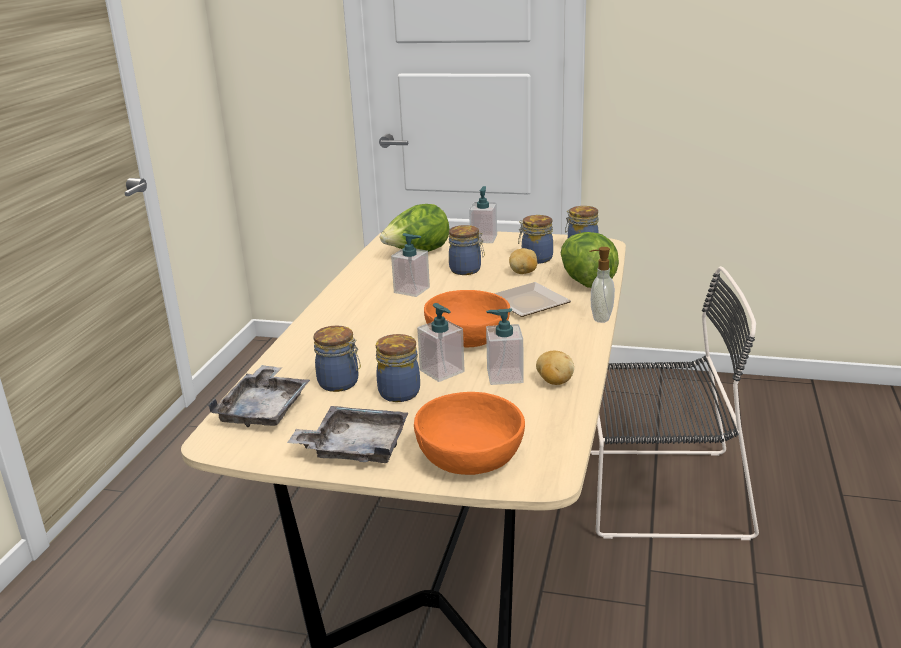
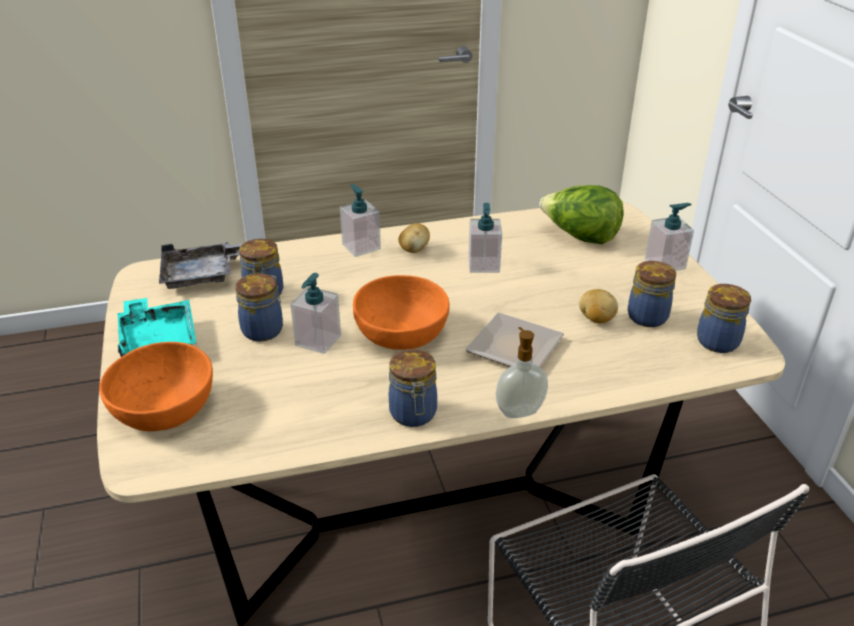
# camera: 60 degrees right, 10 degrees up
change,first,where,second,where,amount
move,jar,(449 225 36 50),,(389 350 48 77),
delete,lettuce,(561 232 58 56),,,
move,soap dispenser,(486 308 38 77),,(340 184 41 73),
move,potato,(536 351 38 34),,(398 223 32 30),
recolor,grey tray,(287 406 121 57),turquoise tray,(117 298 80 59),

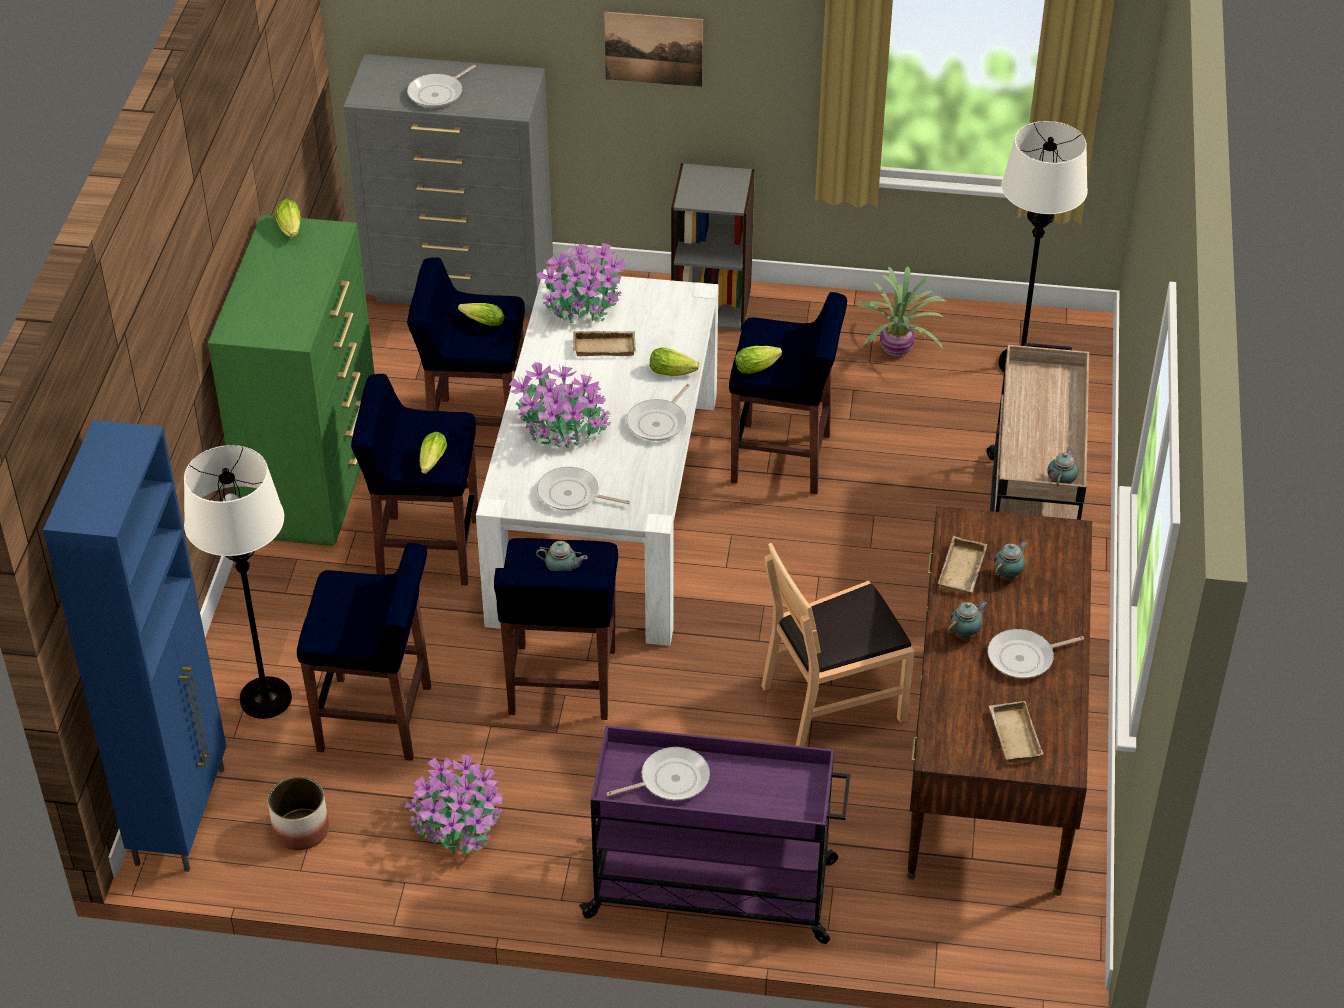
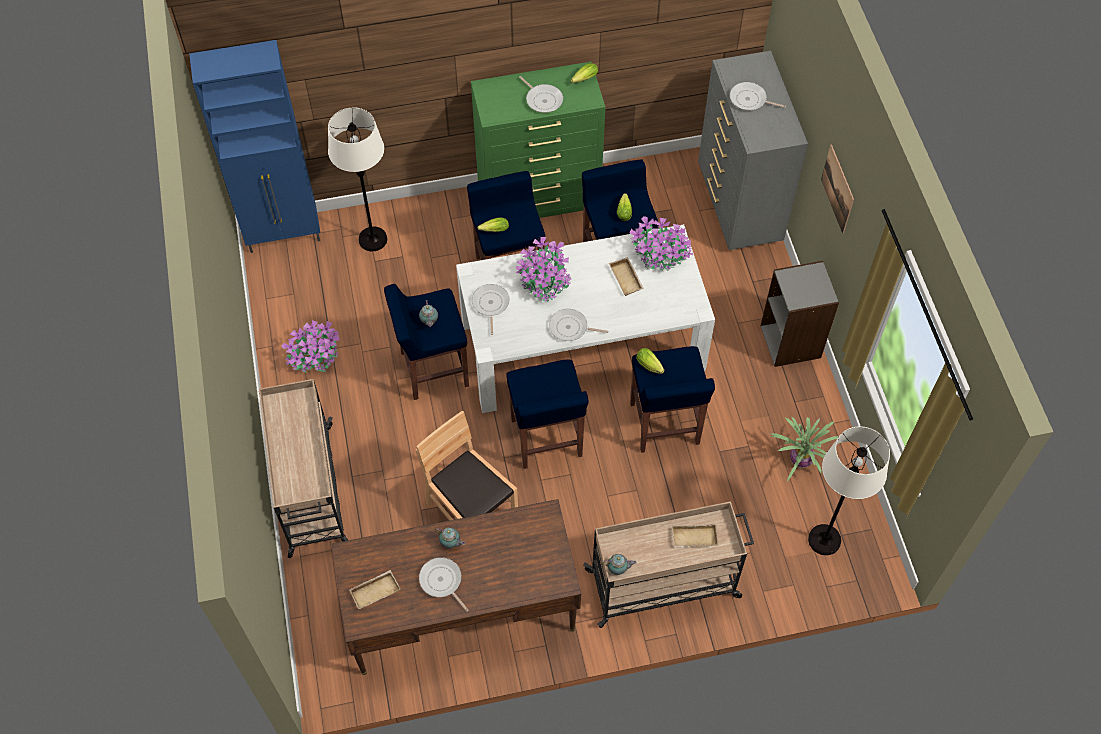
# camera: 70 degrees right, 15 degrees up
change,first,where,second,where,amount
delete,lettuce,(650 347 49 29),,,
move,beige tray,(937 536 50 57),,(672 524 46 24),
delete,teapot,(994 541 33 39),,,
move,blue stool,(297 543 134 218),,(507 359 81 110),
recolor,purple cart,(579 726 272 218),beige cart,(259 379 89 179),
move,frying pan,(607 747 103 53),,(519 76 44 37),
delete,planter,(268 776 61 74),,,

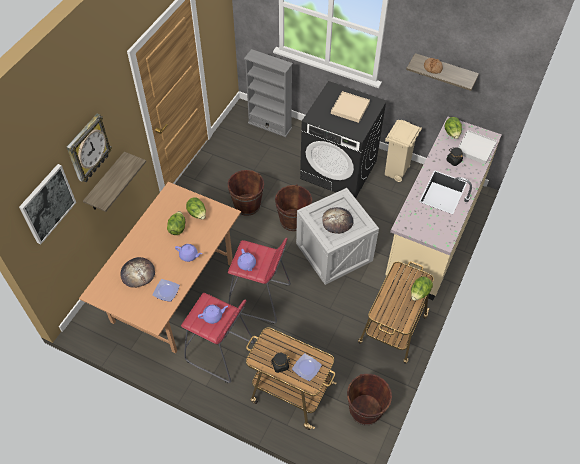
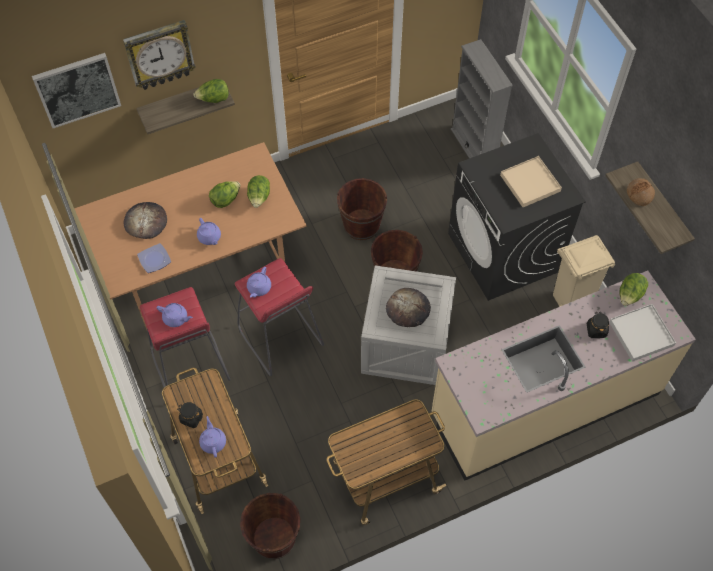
# camera: 40 degrees right, 5 degrees up
change,first,where,second,where,amount
move,lettuce,(411 277 22 24),,(193 79 36 24),
replace,plate,(292 353 30 28),purple teapot,(199 416 27 42),

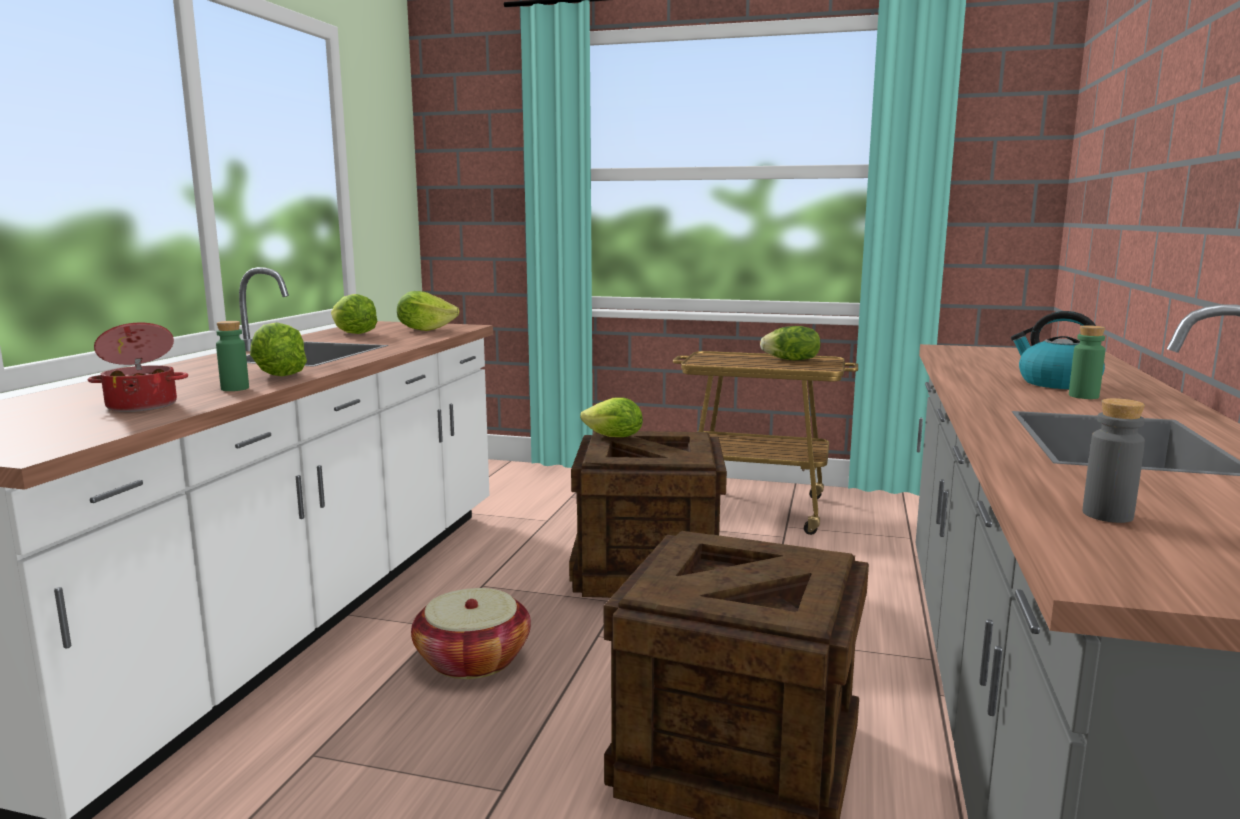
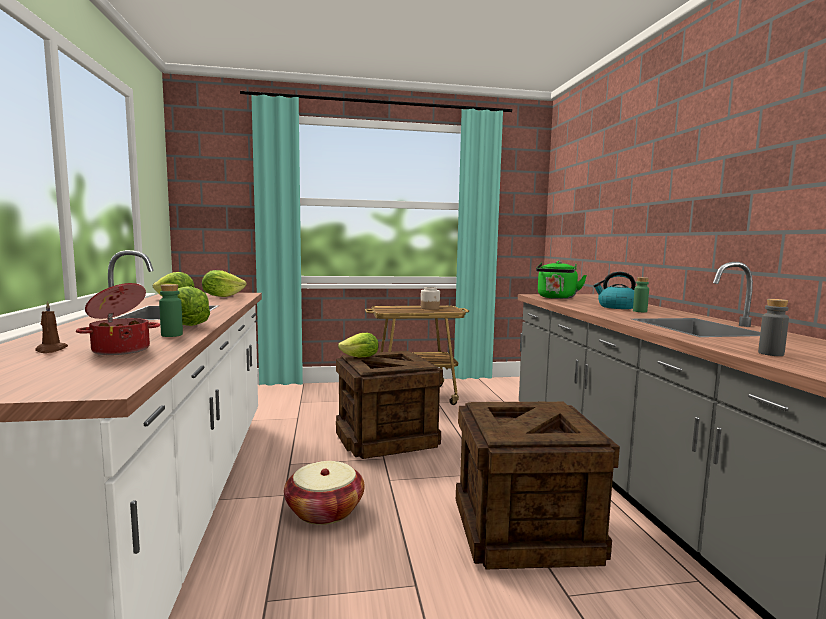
# camera: 25 degrees left, 5 degrees down
change,first,where,second,where,amount
replace,lettuce,(760 326 60 34),jar,(421 287 19 23),
insert,,,green kettle,(536 261 51 38),
insert,,,brown candle,(35 301 33 52),

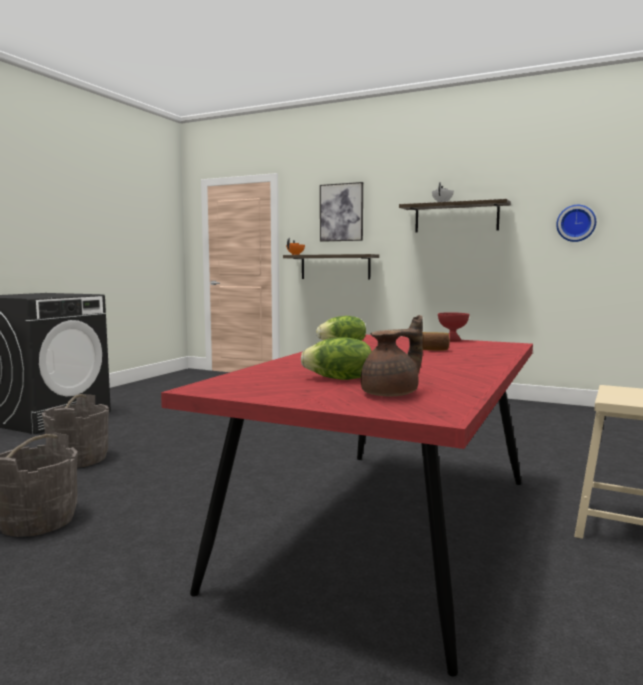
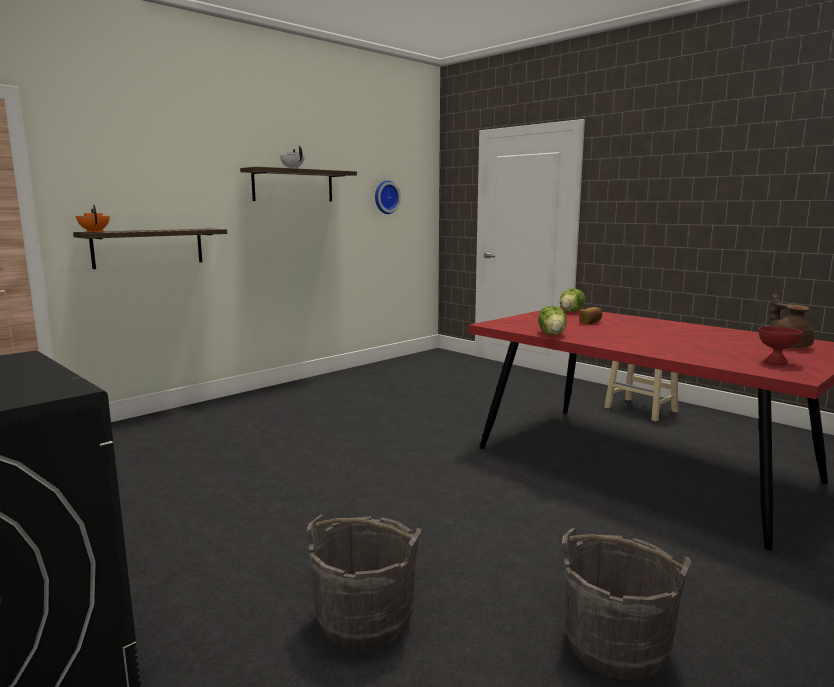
# camera: 70 degrees left, 5 degrees up
change,first,where,second,where,amount
delete,picture,(320 182 43 60),,,
move,red bowl,(438 312 31 29),,(759 326 44 39),
move,lettuce,(301 337 71 43),,(560 288 25 24),

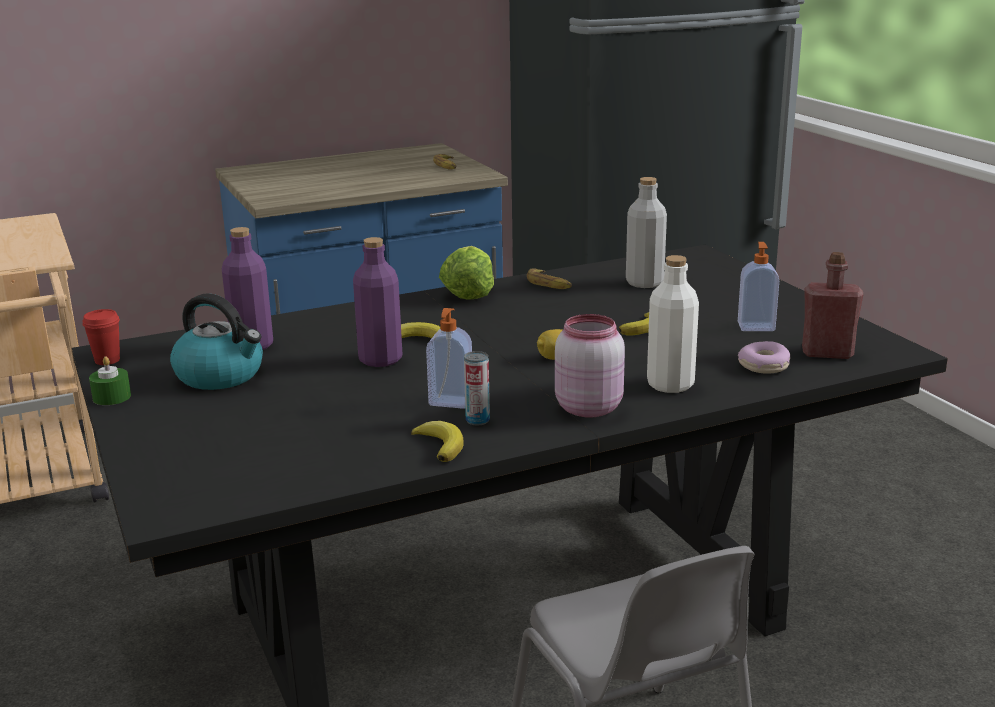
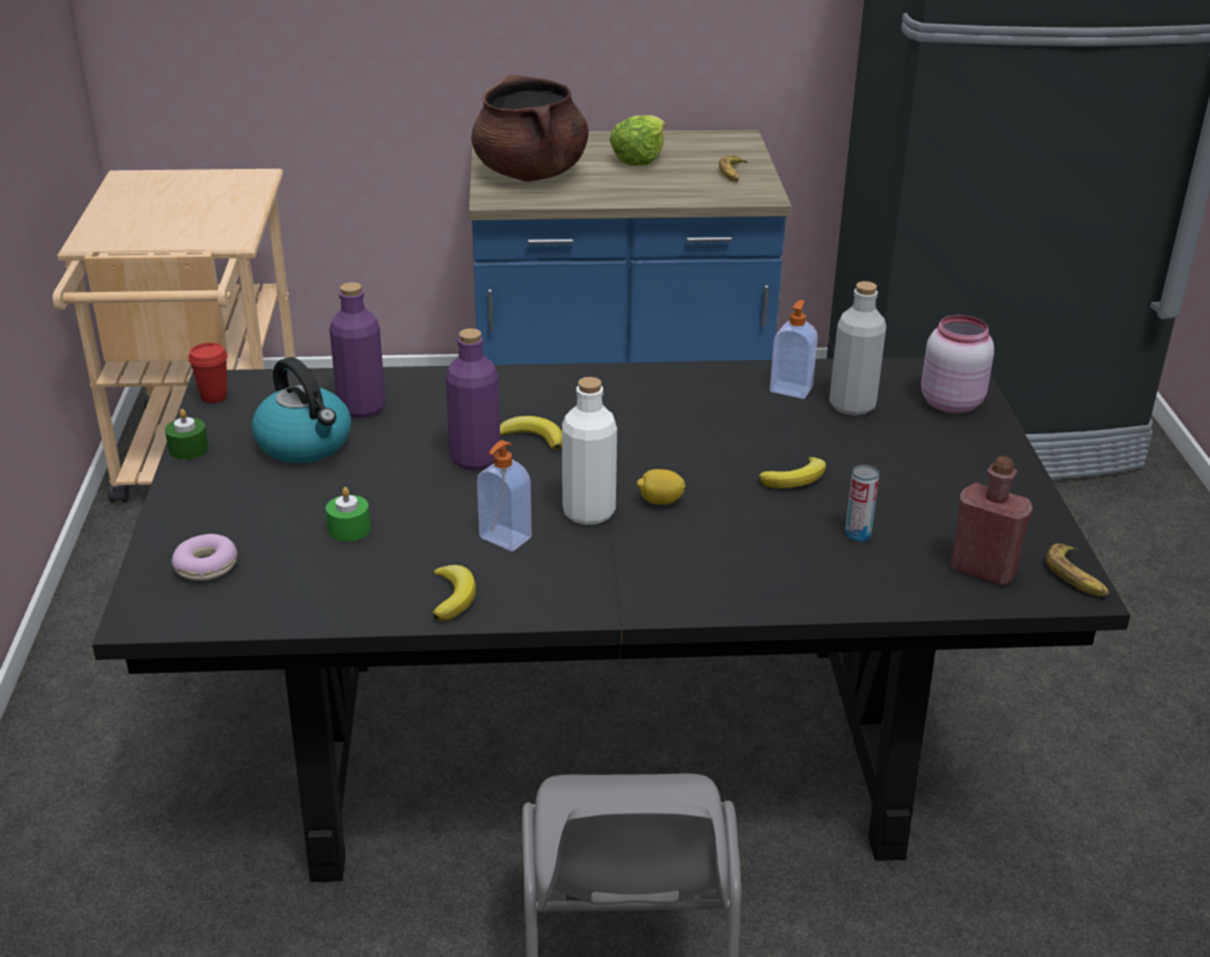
# camera: 20 degrees right, 10 degrees up
change,first,where,second,where,amount
move,soap dispenser,(738 242 41 89),,(770 300 48 99),
move,lettuce,(439 246 55 54),,(609 115 56 51),
move,white bottle,(647 255 52 138),,(562 377 55 148),
move,banana,(527 268 45 21),,(1046 544 63 53),
move,pink jar,(555 314 70 104),,(921 315 73 98),
move,donut,(738 341 52 33),,(172 534 65 47),
move,can,(464 351 26 74),,(845 465 34 77),
insert,,,brown cooking pot,(472 75 117 107),
insert,,,green candle,(326 487 45 55),

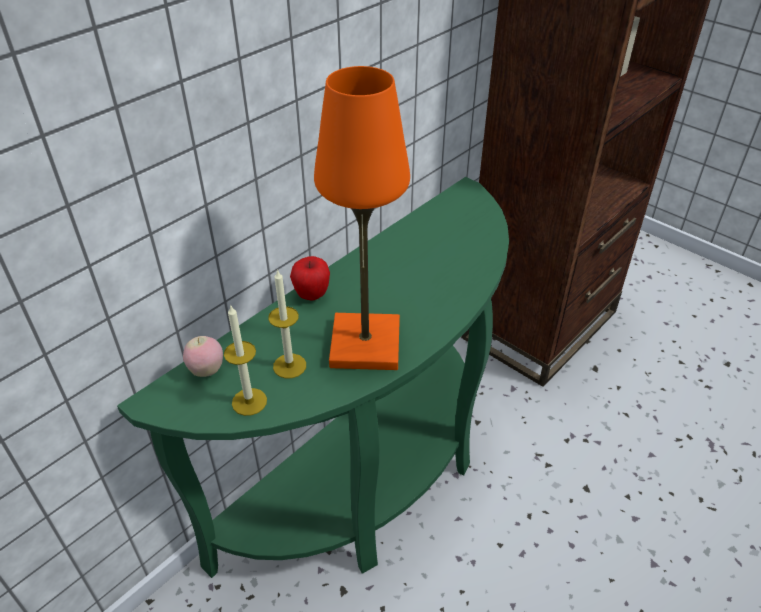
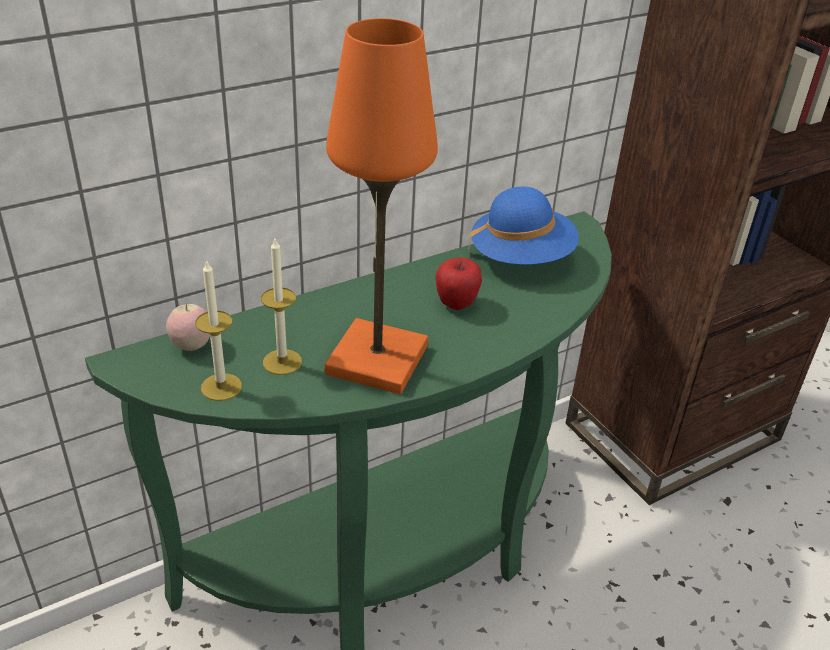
# camera: 15 degrees right, 5 degrees down
change,first,where,second,where,amount
move,apple,(290 256 40 45),,(435 258 47 52),
insert,,,blue hat,(468 186 111 79),

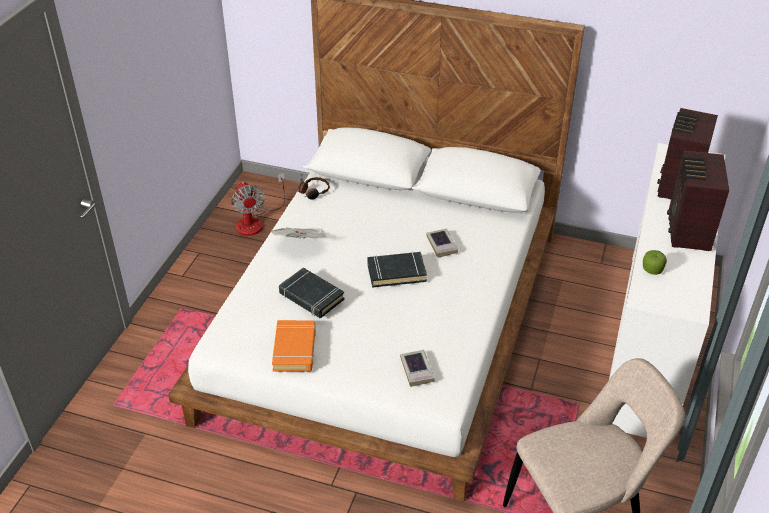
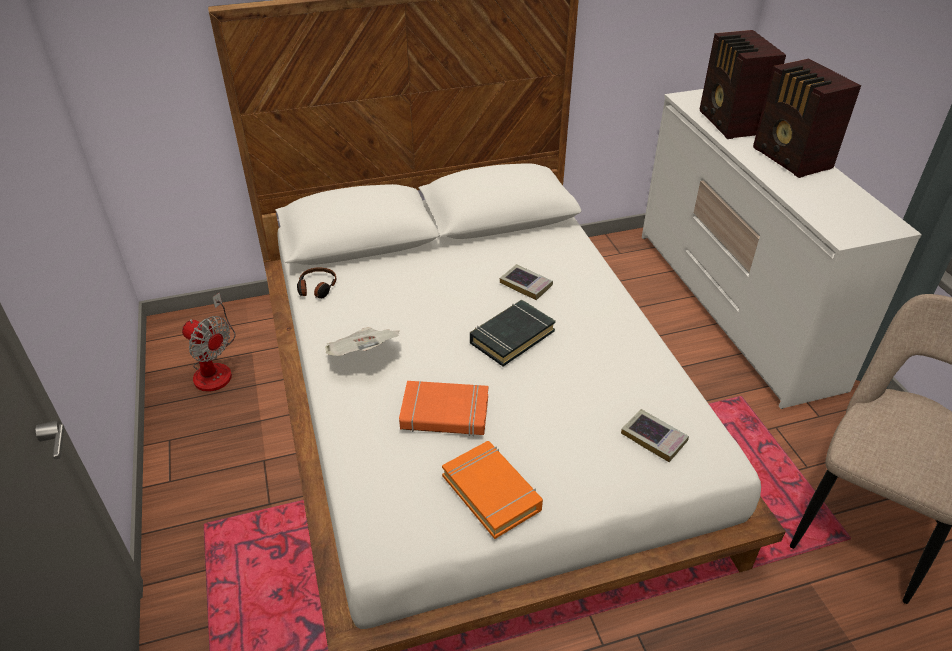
# camera: 35 degrees left, 0 degrees up
change,first,where,second,where,amount
delete,apple,(643 250 24 25),,,
recolor,black book,(279 268 66 50),orange book,(399 381 89 55),

